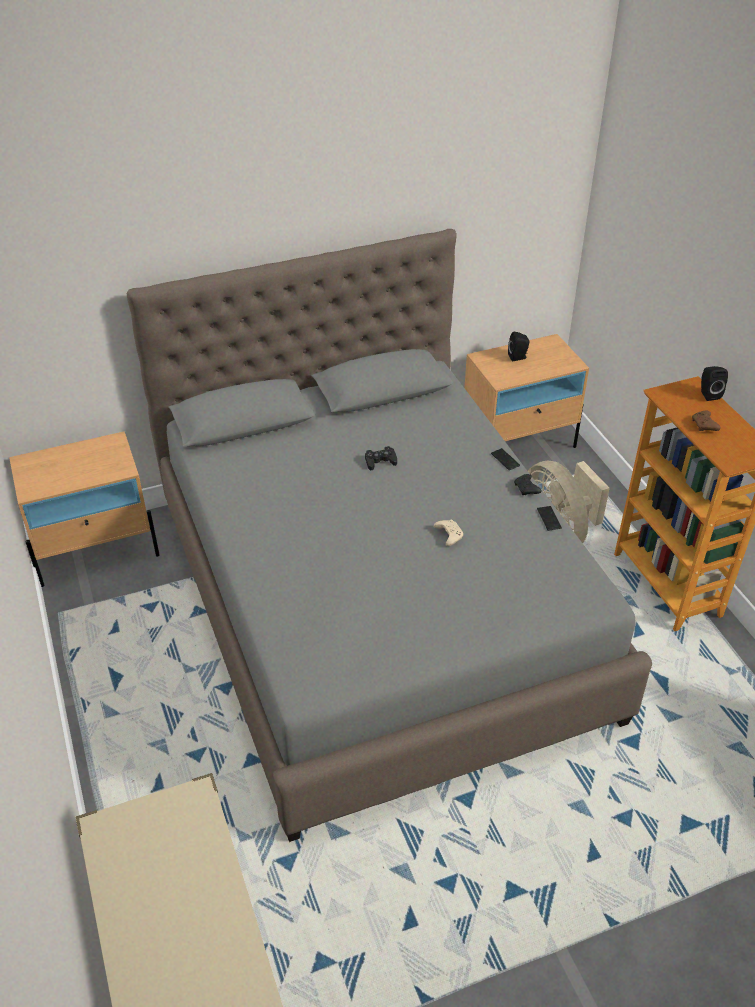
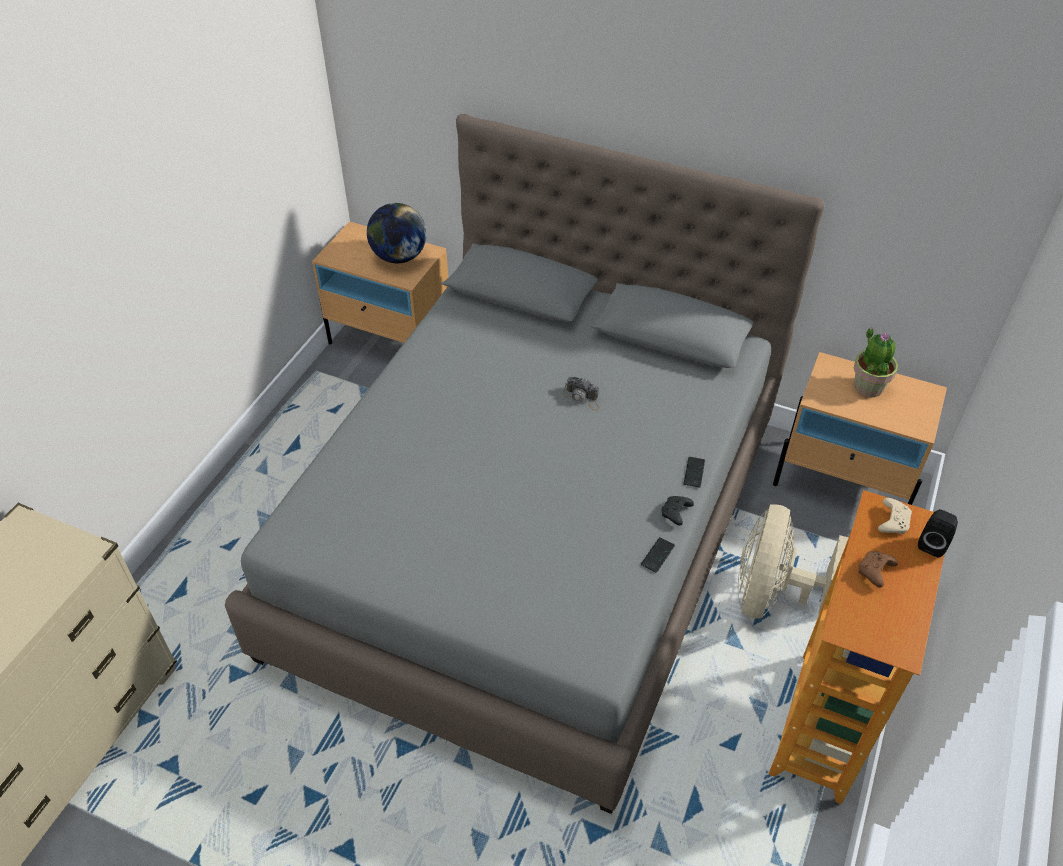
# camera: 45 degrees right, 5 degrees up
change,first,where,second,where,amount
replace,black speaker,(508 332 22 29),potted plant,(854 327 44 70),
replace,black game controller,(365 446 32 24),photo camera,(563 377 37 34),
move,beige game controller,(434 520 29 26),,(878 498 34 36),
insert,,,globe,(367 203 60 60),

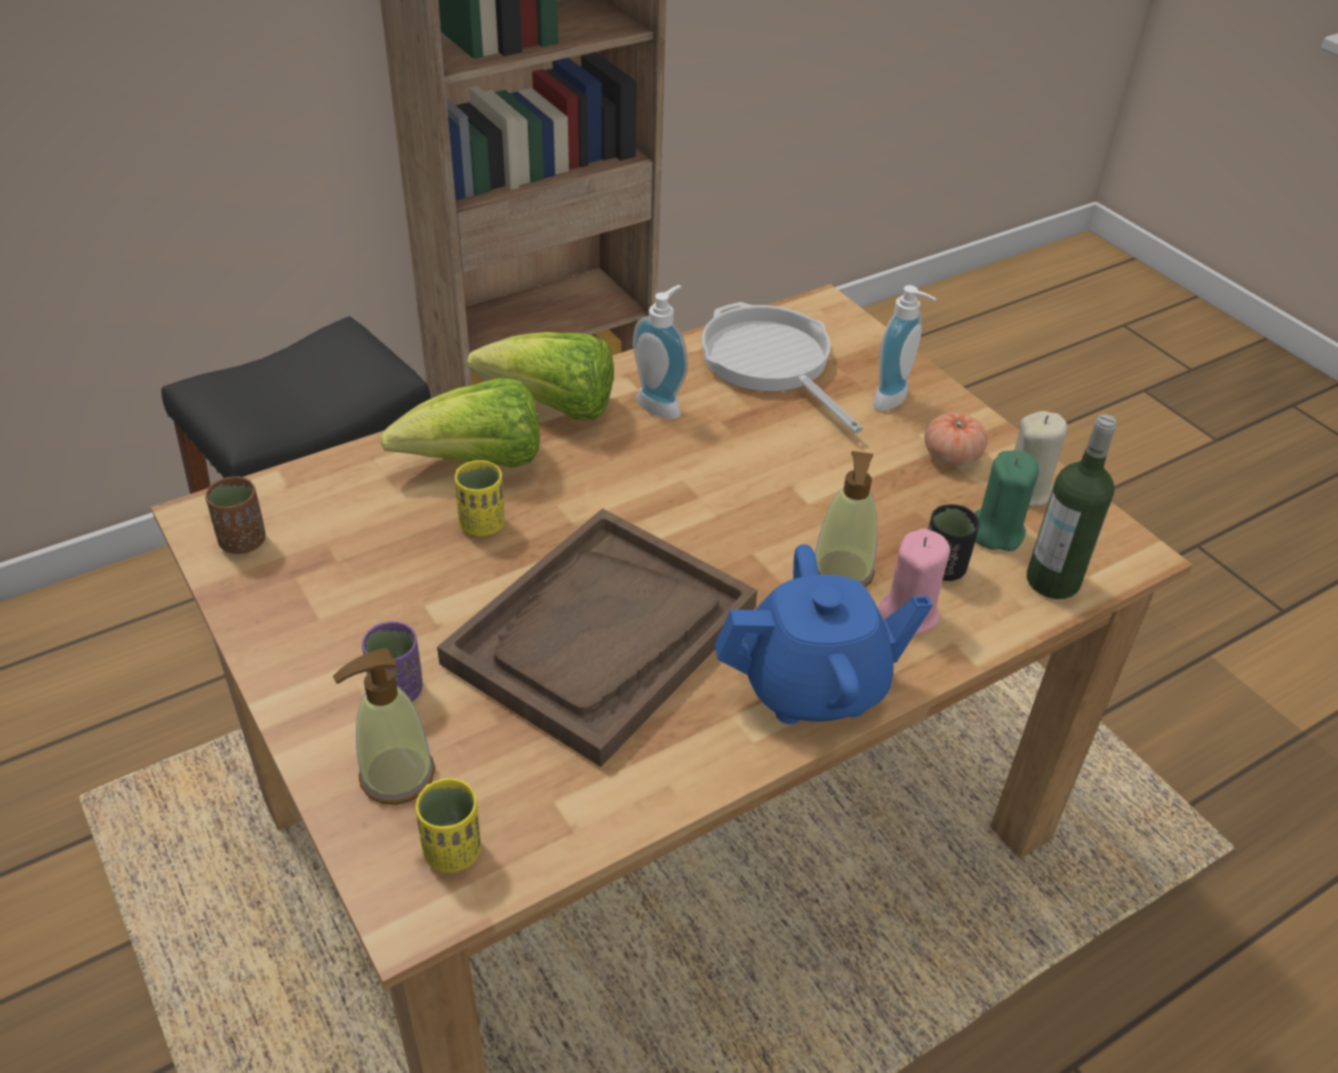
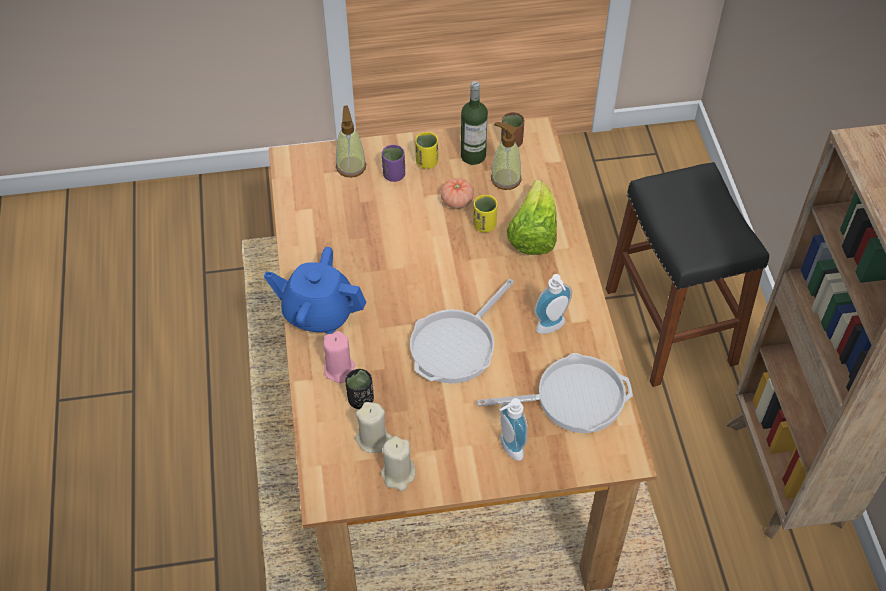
# camera: 115 degrees right, 10 degrees up
change,first,where,second,where,amount
delete,lettuce,(467 332 147 88),,,
move,tomato,(924 413 63 53),,(441 178 33 31),
move,bottle,(1027 414 90 185),,(461 81 27 84),
move,soap dispenser,(815 451 62 136),,(491 122 30 68),
recolor,green candle,(975 451 64 100),beige candle,(355 402 37 51),
delete,brown tray,(437 508 320 259),,,
rotate,blue teapot,(715 544 218 180),,(264 247 102 87),90 degrees clockwise
move,yellow cup,(415 778 66 95),,(415 132 23 37),
insert,,,frying pan,(410 279 104 105),

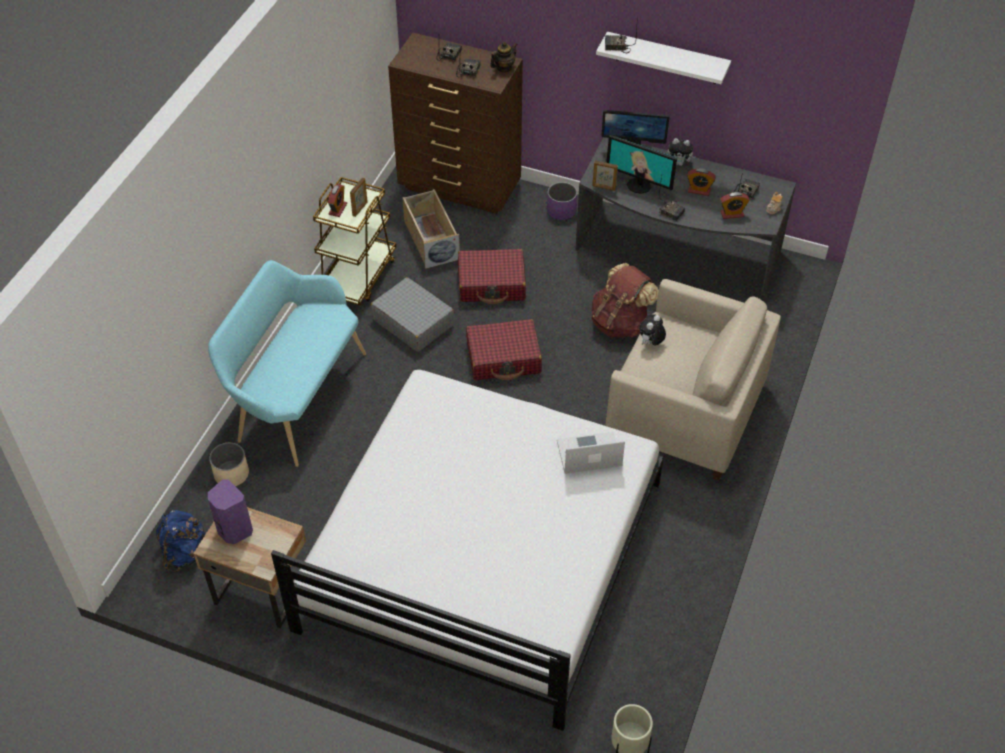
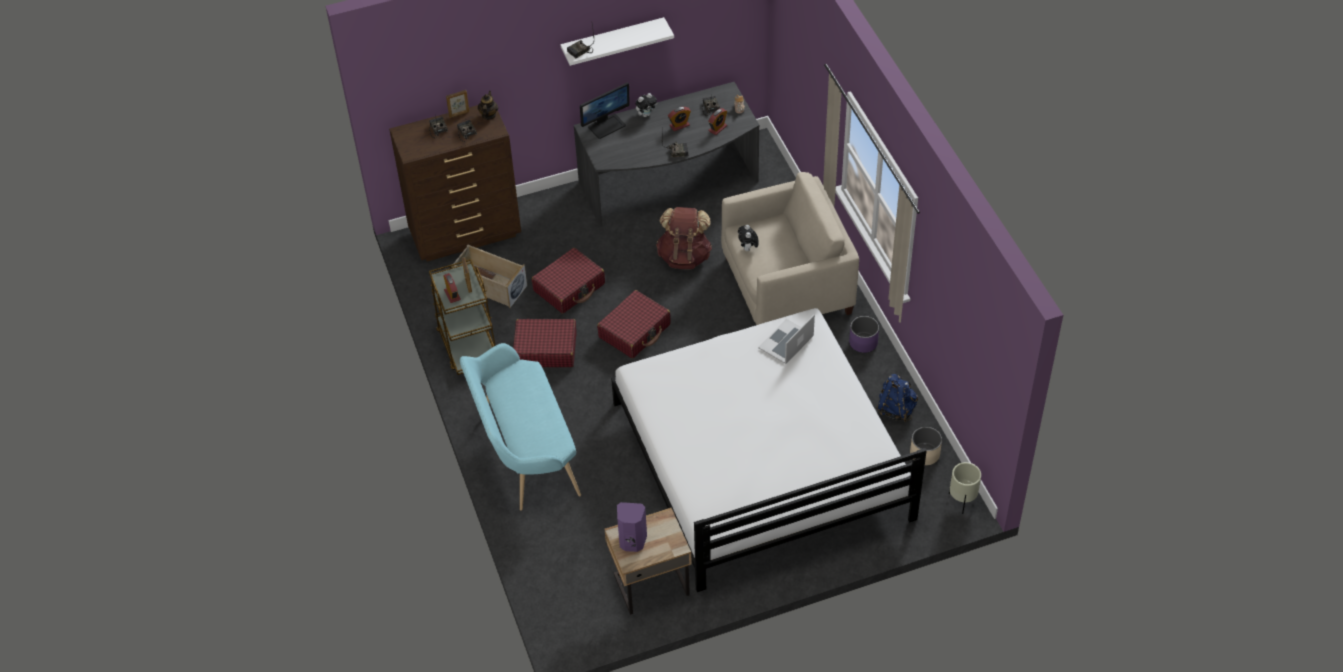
# camera: 40 degrees left, 0 degrees up
change,first,where,second,where,amount
delete,monitor,(606 135 71 59),,,
move,picture frame,(592 160 26 31),,(446 90 23 28),
move,purple planter,(547 182 30 38),,(849 316 30 37),
recolor,grey suitcase,(371 277 83 75),red suitcase,(513 319 64 48),
move,beige planter,(209 443 40 44),,(910 427 32 38),
move,blue backpack,(156 510 49 62),,(876 374 42 48),

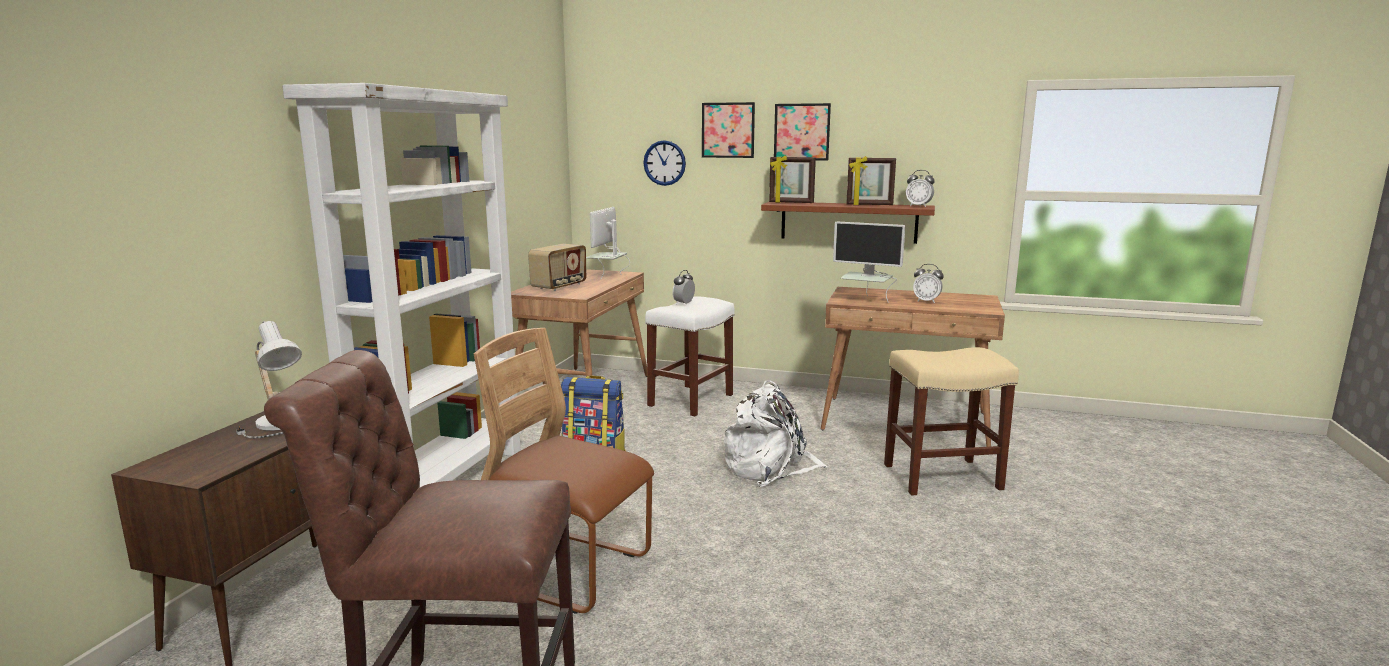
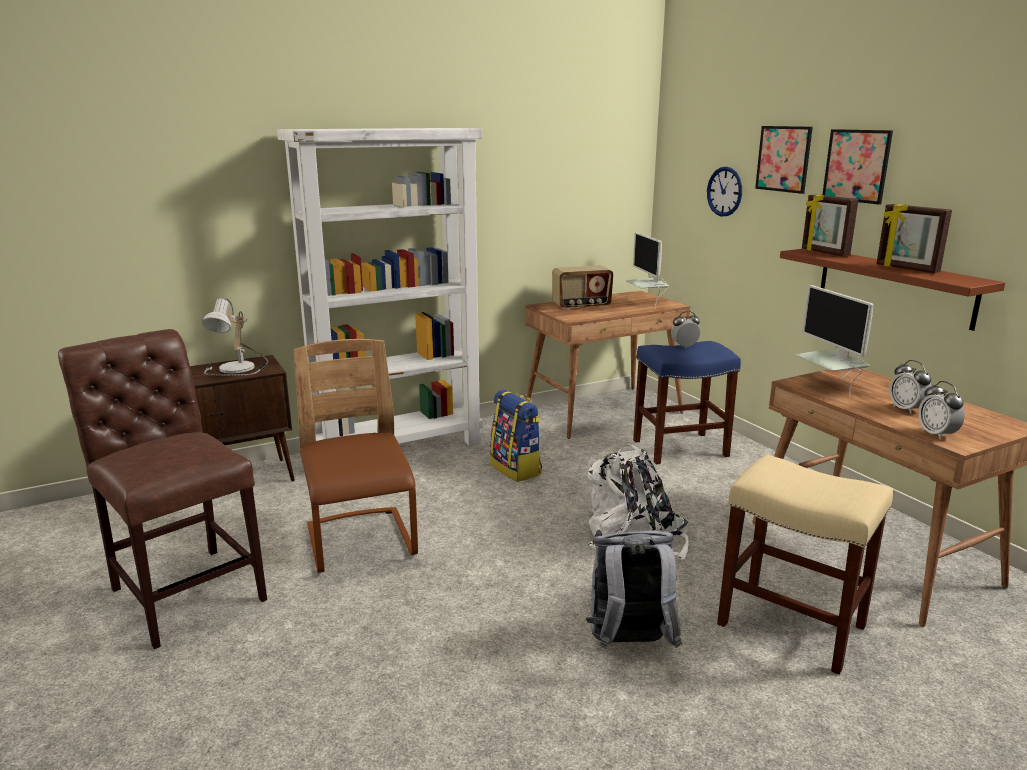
# camera: 45 degrees right, 5 degrees up
change,first,where,second,where,amount
move,alarm clock,(906 170 29 37),,(918 381 47 59),
rotate,monitor,(586 207 44 73),,(626 232 43 76),75 degrees counterclockwise
recolor,white stool,(645 297 90 119),blue stool,(633 341 108 123),
insert,,,grey backpack,(586 530 96 119),

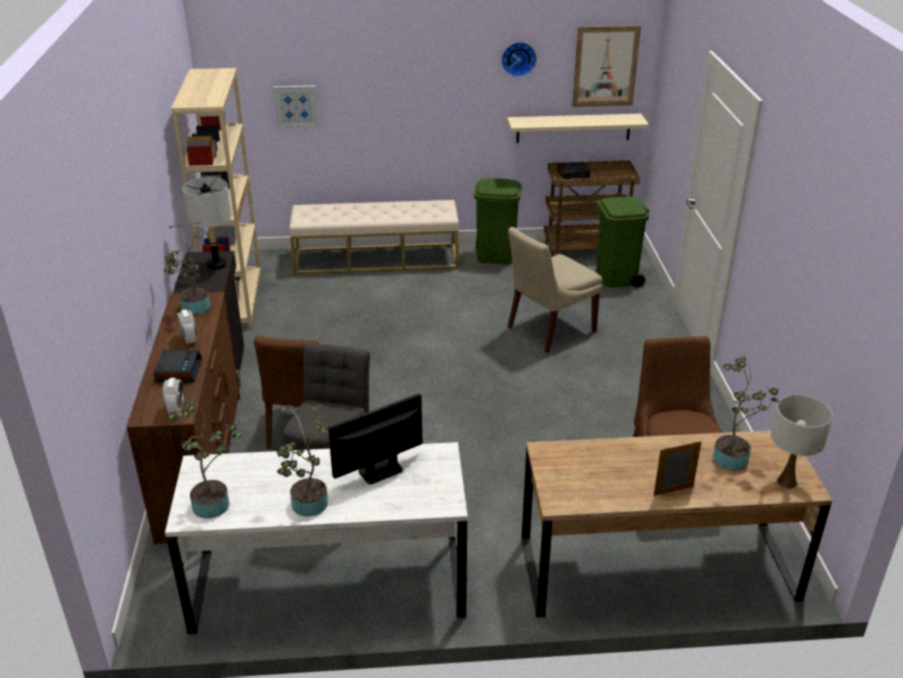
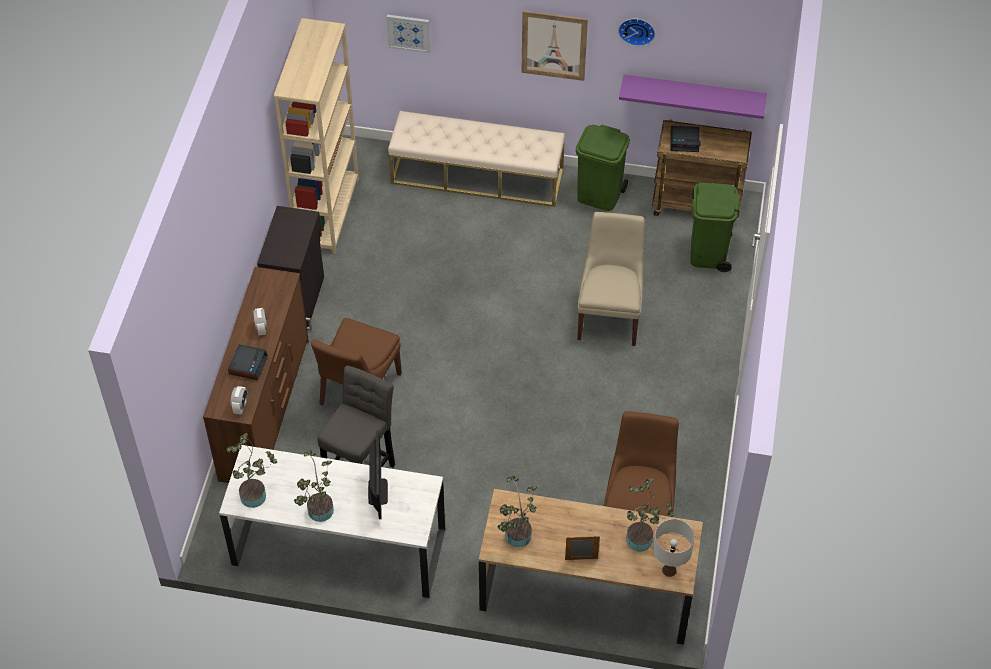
# camera: 15 degrees right, 20 degrees up
change,first,where,second,where,amount
move,picture,(572 25 69 82),,(521 11 67 70),
recolor,beige shelf,(507 114 142 29),purple shelf,(619 74 148 45),
delete,grey table lamp,(182 177 50 93),,,
move,potted plant,(164 222 46 93),,(498 476 39 71),
rotate,beige chair,(507 227 95 126),,(577 212 68 134),120 degrees clockwise
rotate,monitor,(328 393 94 91),,(368 430 20 89),105 degrees clockwise

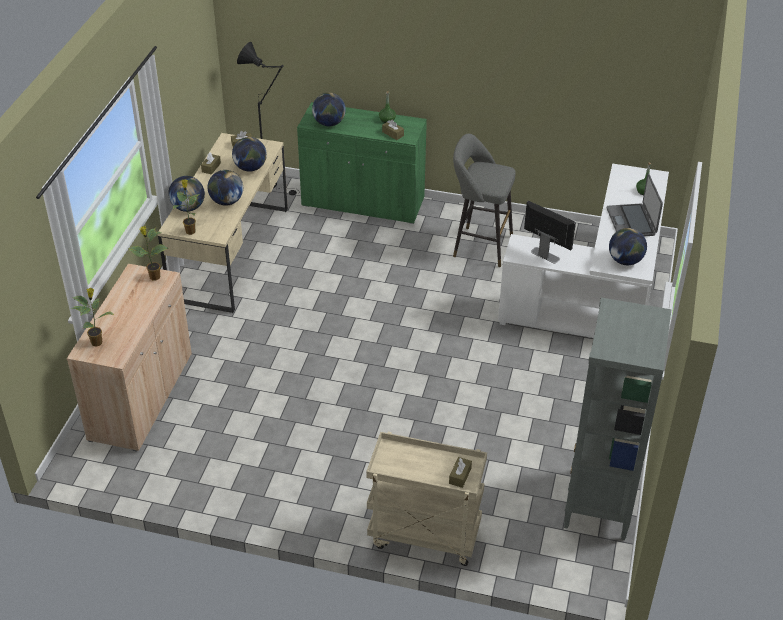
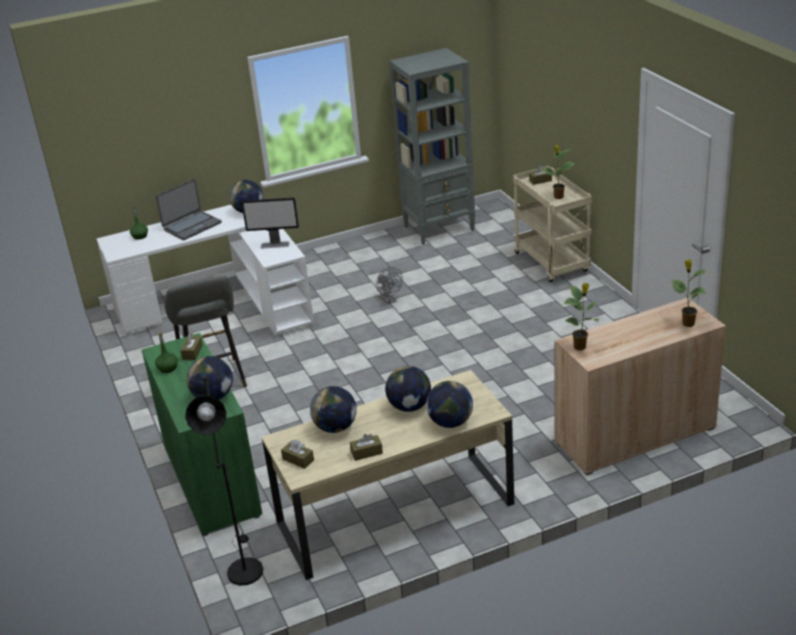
# camera: 125 degrees left, 10 degrees down
change,first,where,second,where,amount
move,potted plant,(173 179 27 56),,(540 145 36 54),
rotate,monitor,(524 201 52 62),,(241 197 58 51),90 degrees counterclockwise
insert,,,grey fan,(376 267 27 37),

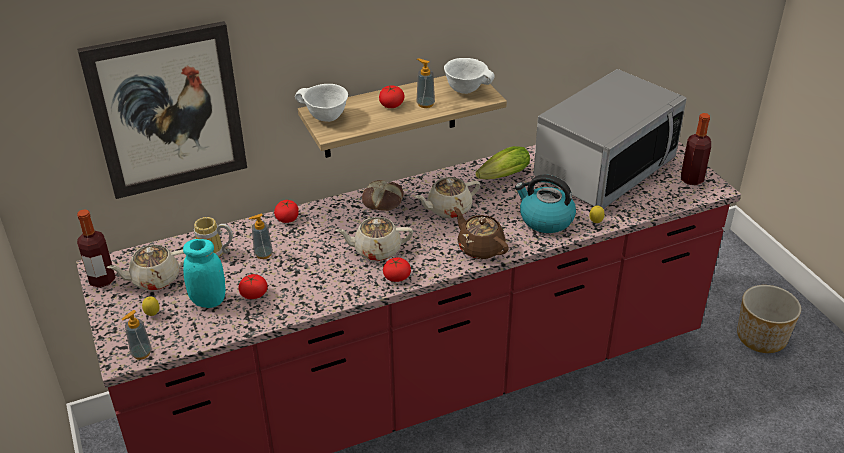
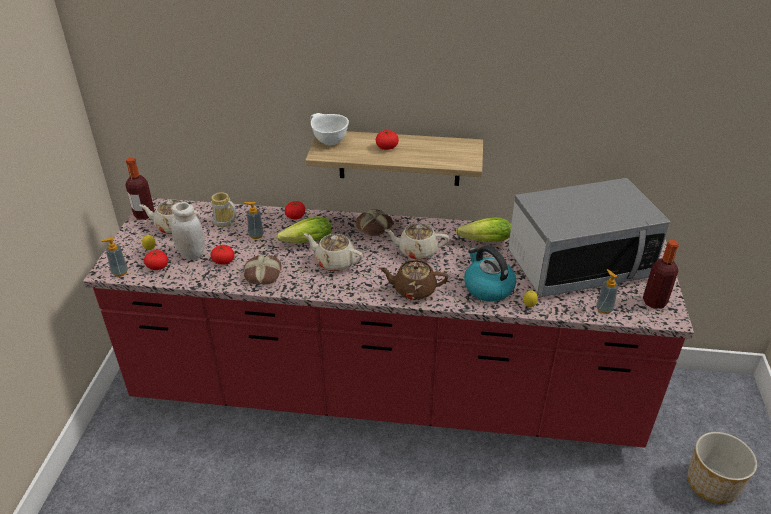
# camera: 30 degrees right, 0 degrees up
change,first,where,second,where,amount
delete,picture,(77 21 170 178),,,
move,soap dispenser,(417 58 18 50),,(596 269 22 45),
delete,white bowl,(444 58 51 36),,,
rotate,brown teapot,(454 207 55 52),,(379 260 69 40),75 degrees counterclockwise
recolor,turquoise jar,(183 239 42 69),white jar,(171 202 34 58),
move,tomato,(383 257 28 25),,(144 250 24 20),
insert,,,lettuce,(276 216 55 27),
insert,,,bread,(244 255 38 29),

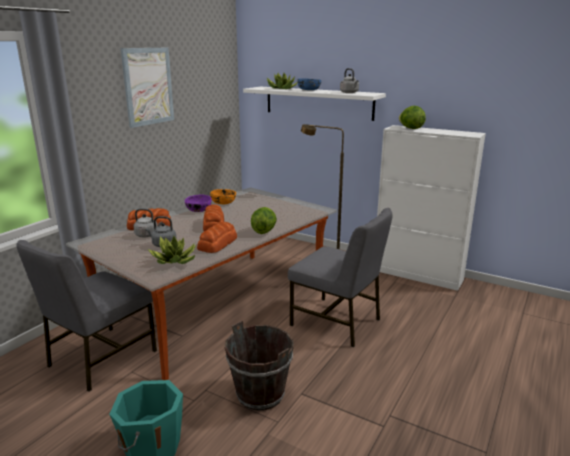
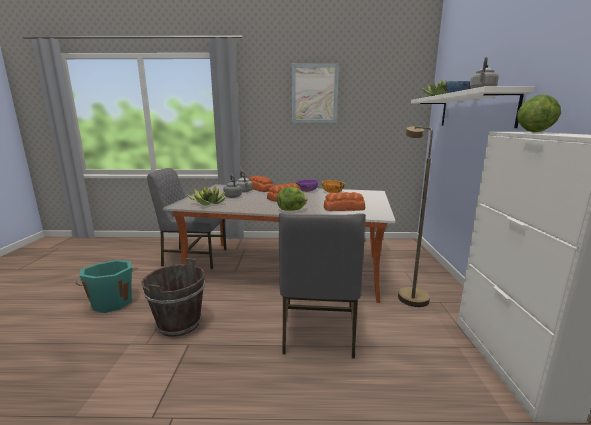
# camera: 60 degrees right, 5 degrees down
change,first,where,second,where,amount
move,bread,(197 222 40 31),,(324 192 41 19),

